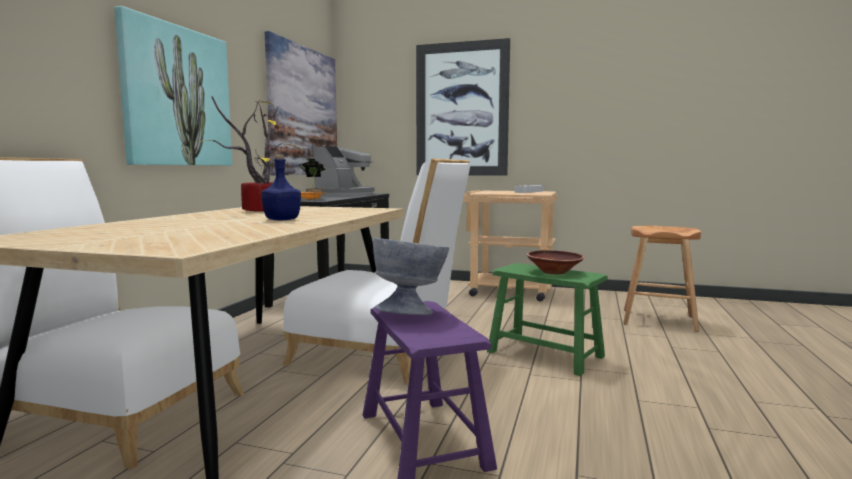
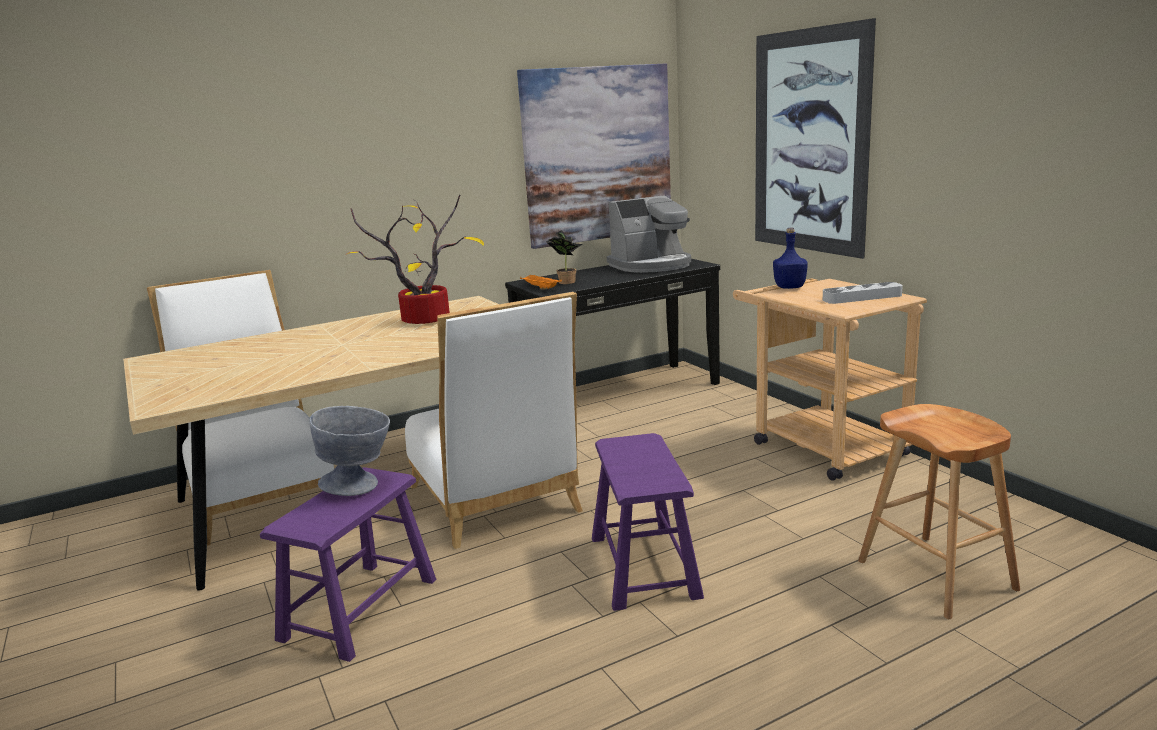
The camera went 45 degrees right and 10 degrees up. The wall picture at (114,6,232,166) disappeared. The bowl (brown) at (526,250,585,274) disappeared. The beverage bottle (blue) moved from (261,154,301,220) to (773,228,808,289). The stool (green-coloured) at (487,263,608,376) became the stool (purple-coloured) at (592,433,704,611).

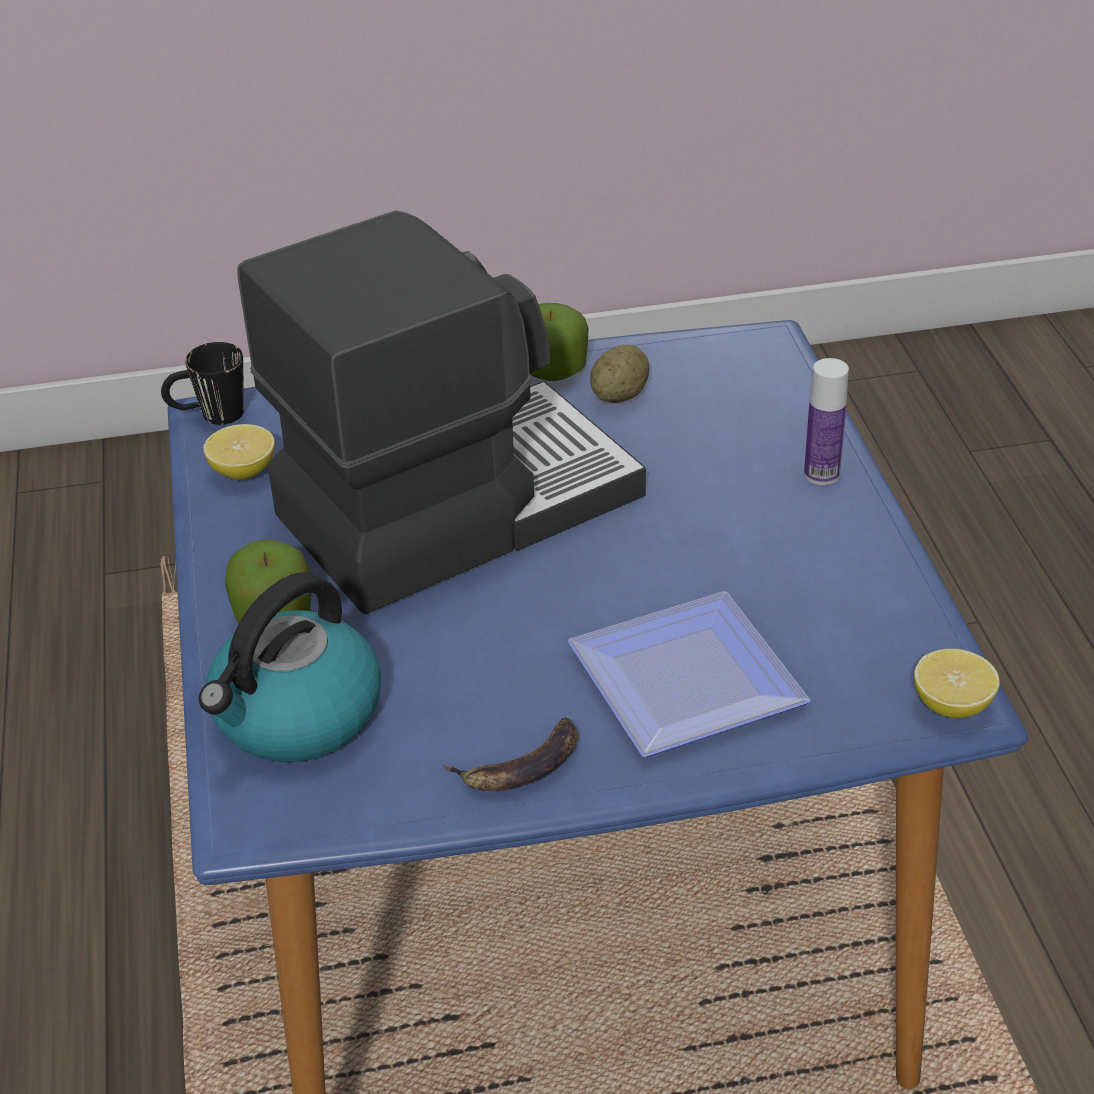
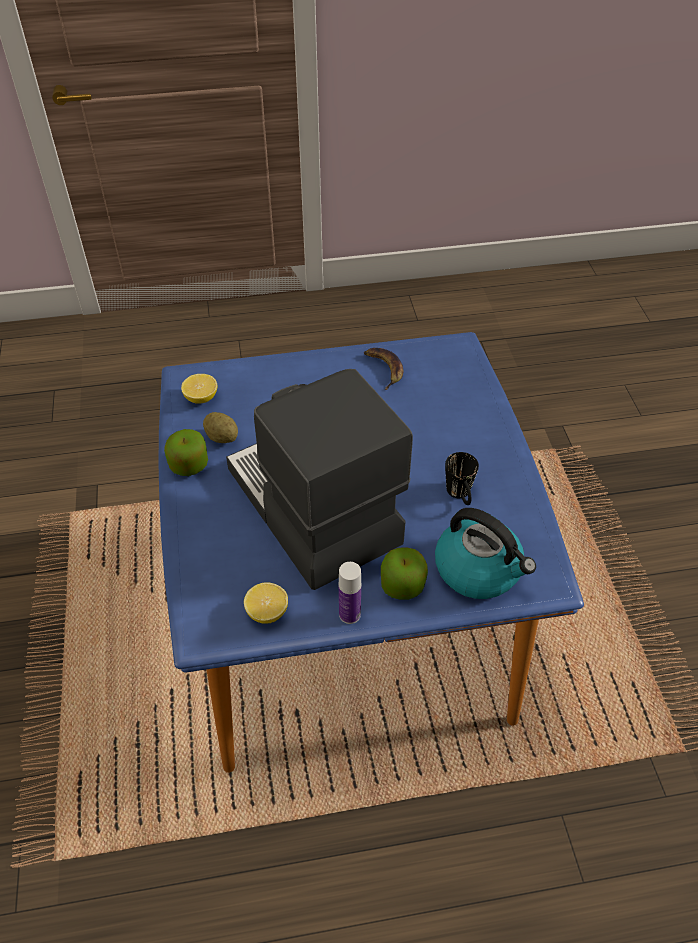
The camera went 90 degrees left and 10 degrees up. The dinner plate at (568,591,811,757) disappeared. The mug (blackish) moved from (161,342,244,425) to (445,452,479,505). The banana moved from (443,717,578,791) to (364,348,403,390). The beverage bottle moved from (804,358,849,485) to (339,562,361,624). The lemon moved from (914,649,1000,718) to (181,374,217,404).

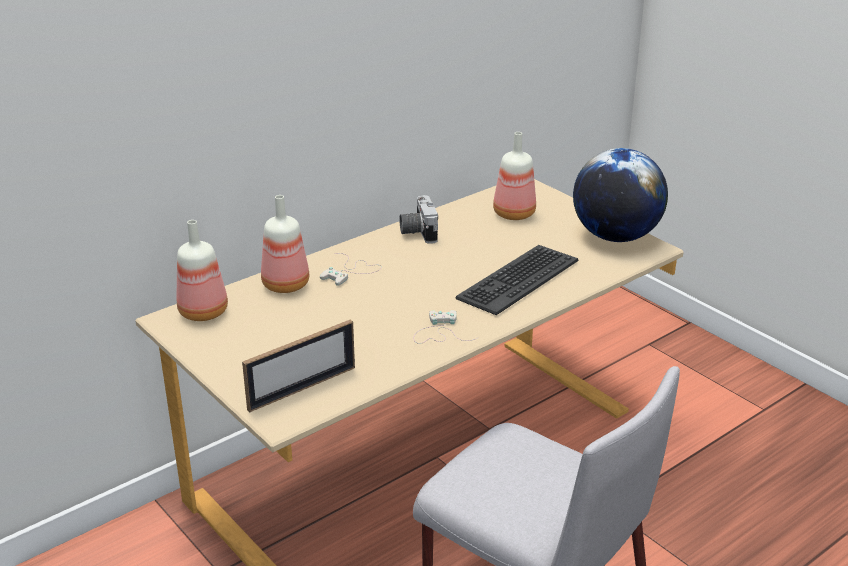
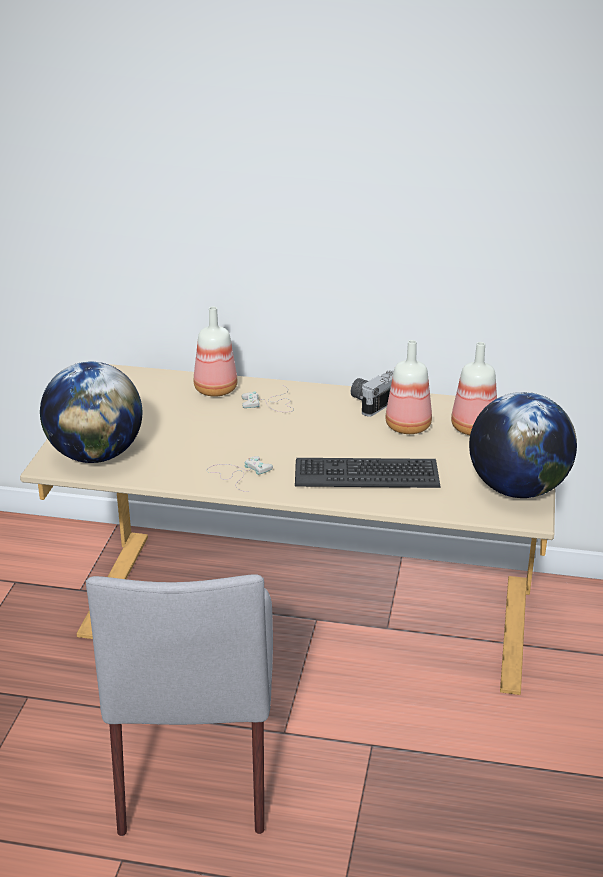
The camera went 50 degrees right and 0 degrees up. The beverage bottle moved from (177,220,228,321) to (385,340,432,434). The photo frame at (242,319,355,412) was replaced by the globe at (40,362,142,463).

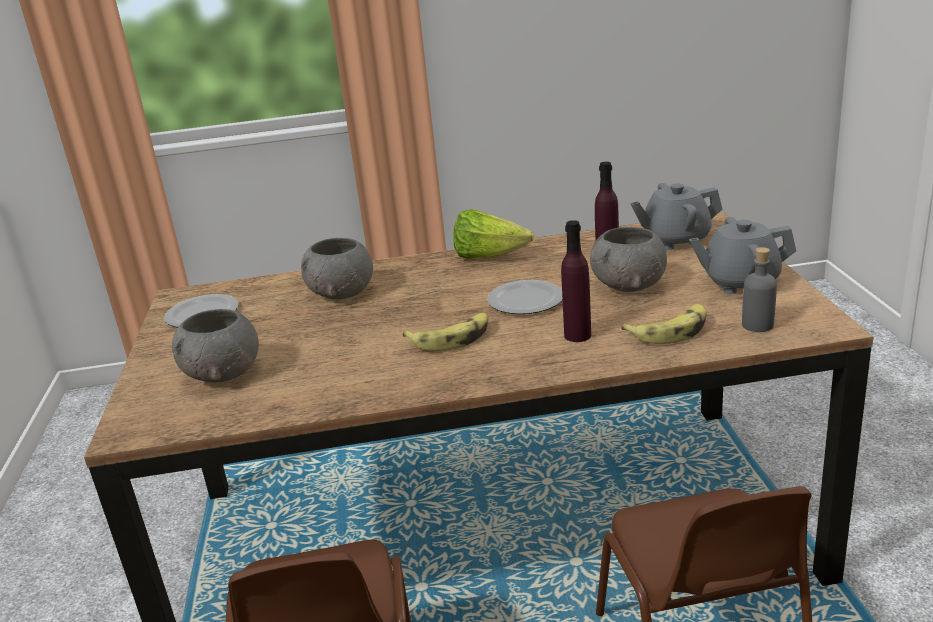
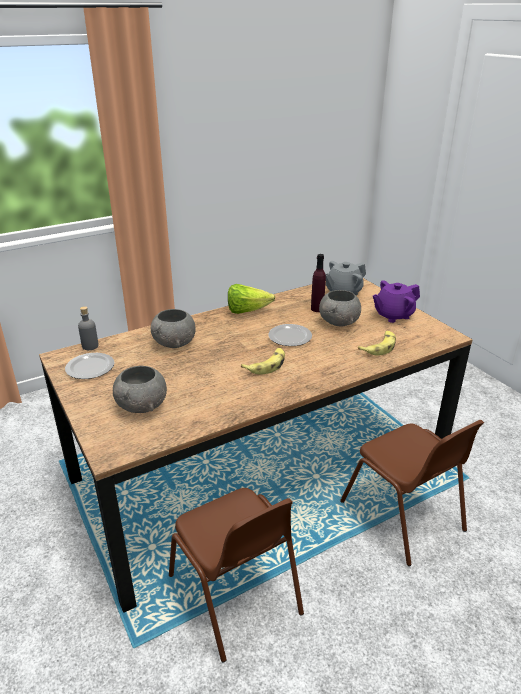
The camera went 25 degrees left and 5 degrees up. The beverage bottle (purple-coloured) at (561,220,591,342) disappeared. The beverage bottle (gray) moved from (742,247,777,332) to (78,306,99,350). The pot for tea (gray) at (689,217,796,294) became the pot for tea (purple-coloured) at (373,280,420,323).

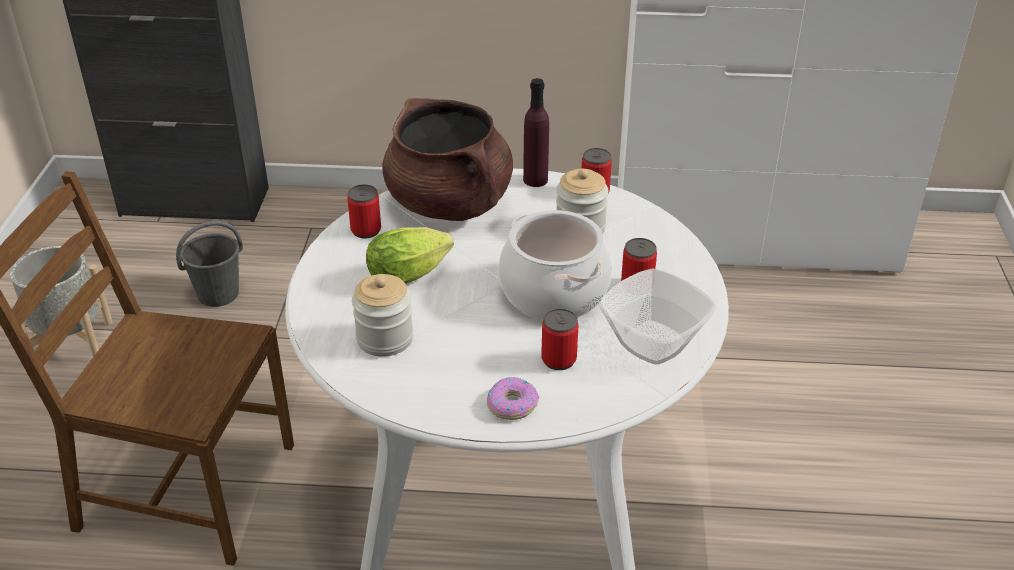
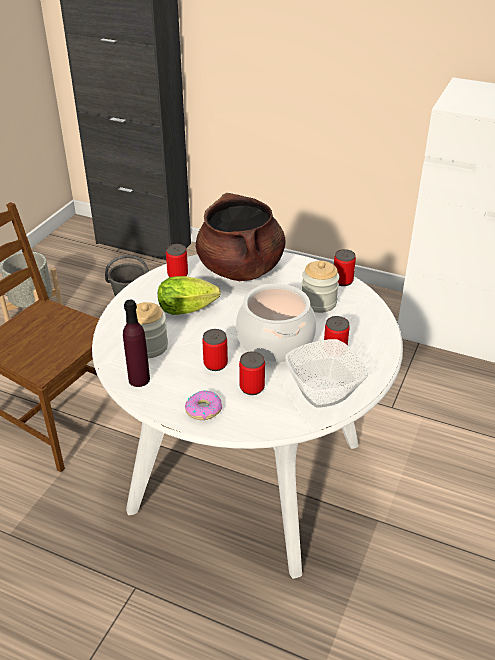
The camera went 20 degrees right and 0 degrees up. The metal can at (202,329,228,371) appeared. The beverage bottle (purple-coloured) moved from (523,78,549,187) to (123,300,150,387).

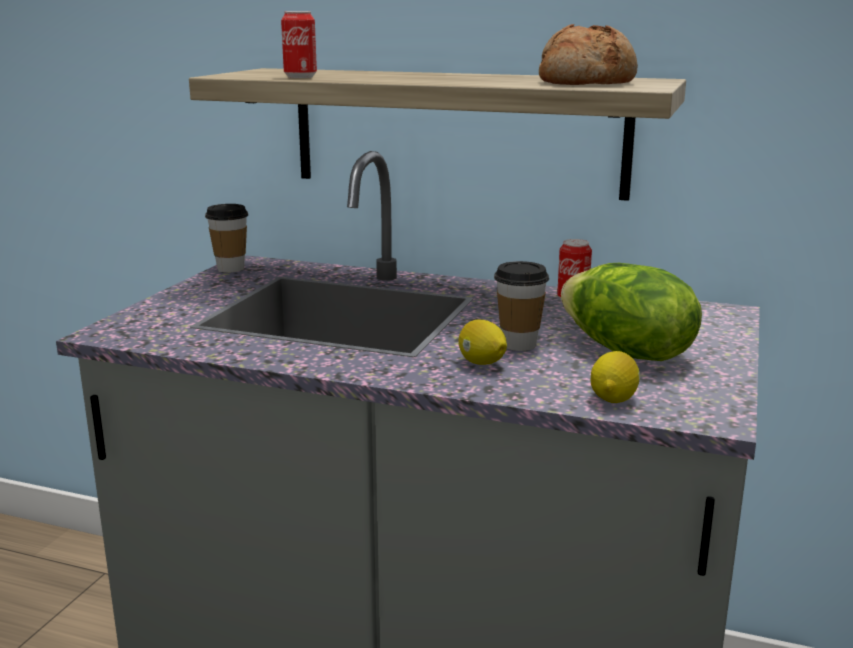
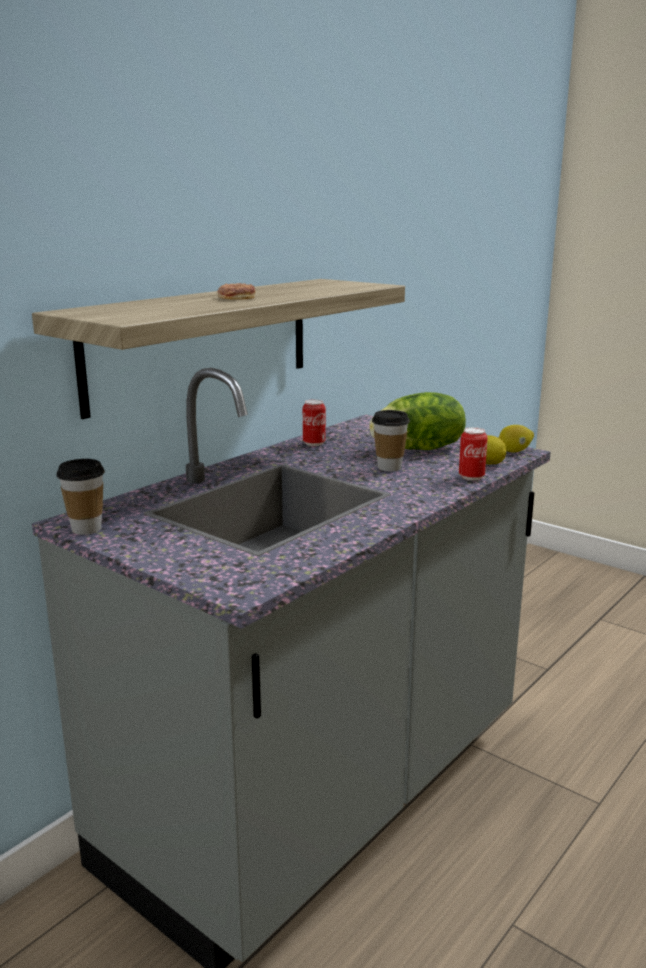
The camera went 70 degrees left and 0 degrees up. The bakery bread at (539,24,638,85) disappeared. The doughnut at (217,283,256,300) appeared. The metal can moved from (281,11,317,78) to (459,427,488,481). The lemon moved from (458,319,507,365) to (498,425,534,452).

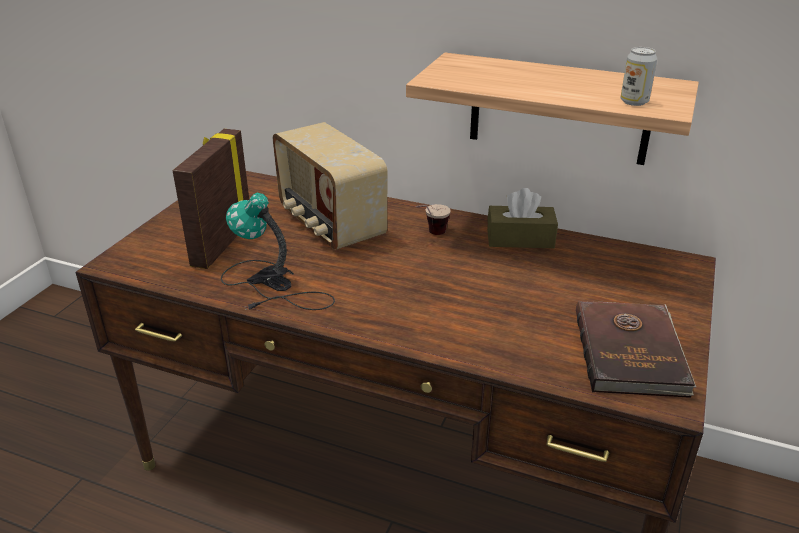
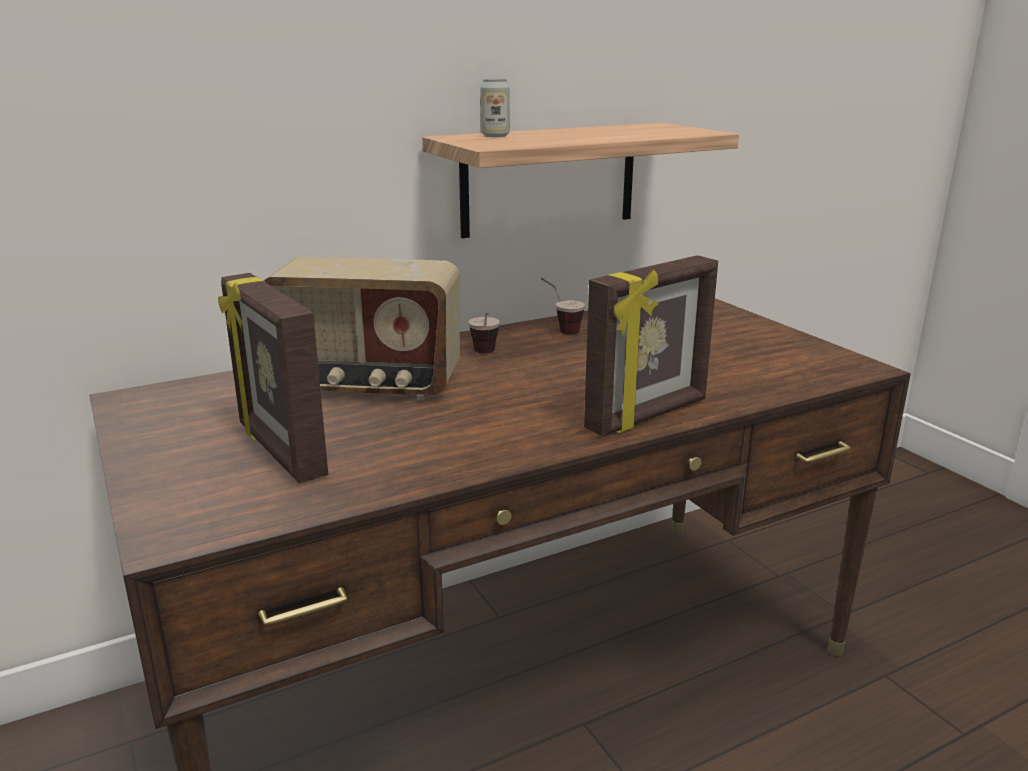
The camera went 50 degrees left and 10 degrees down. The lamp for a table at (221,193,335,310) disappeared. The bound book (brown) at (576,301,696,398) disappeared. The photo frame at (584,255,718,437) appeared. The metal can moved from (621,47,657,106) to (480,78,510,137). The tissue box (brown) at (487,188,558,248) was replaced by the small cup at (541,278,585,334).

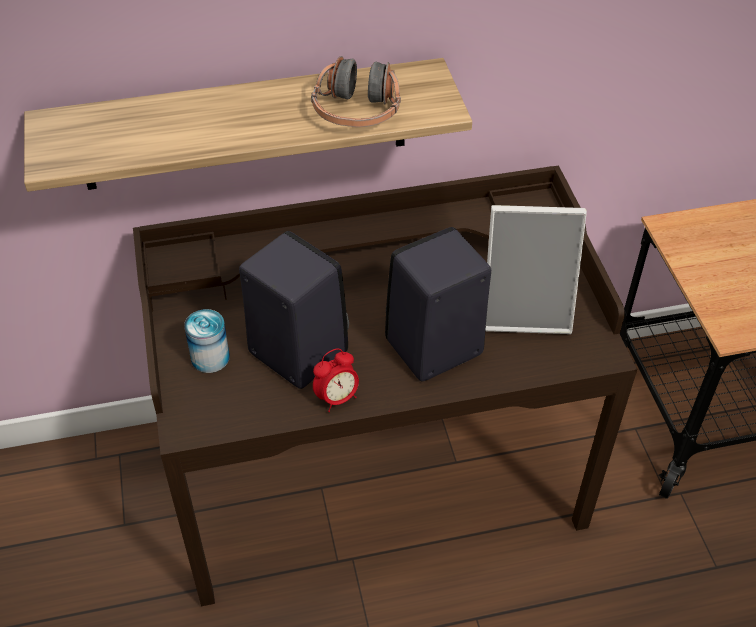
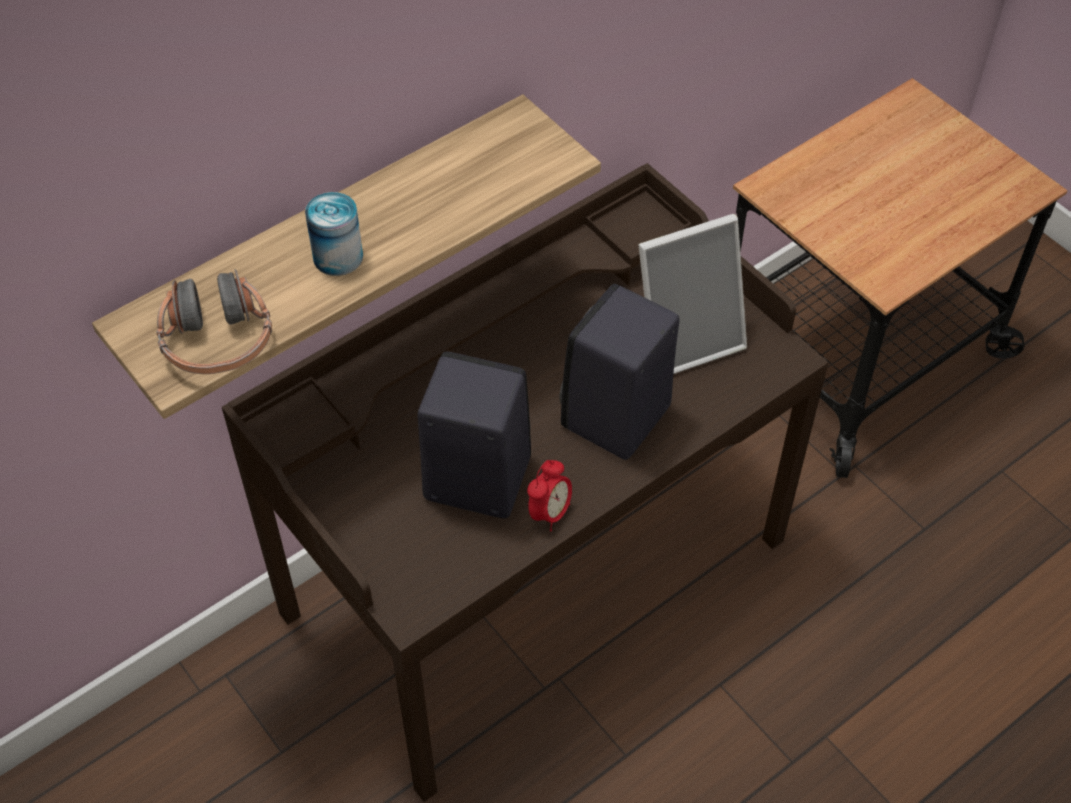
The camera went 25 degrees left and 5 degrees up. The metal can moved from (184,309,230,373) to (305,192,363,276). The headphones moved from (311,56,401,127) to (156,269,272,374).

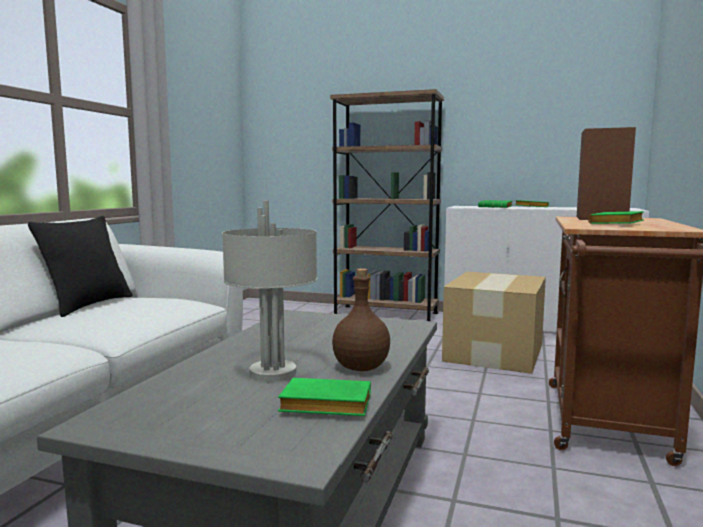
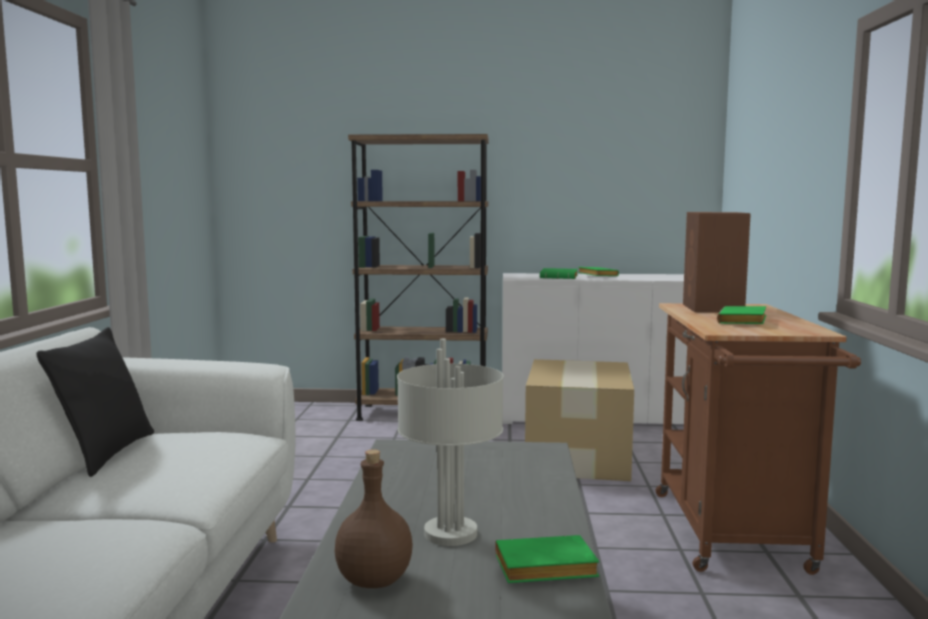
The camera went 15 degrees left and 0 degrees up. The beverage bottle (brown) moved from (332,268,390,371) to (335,449,413,588).

